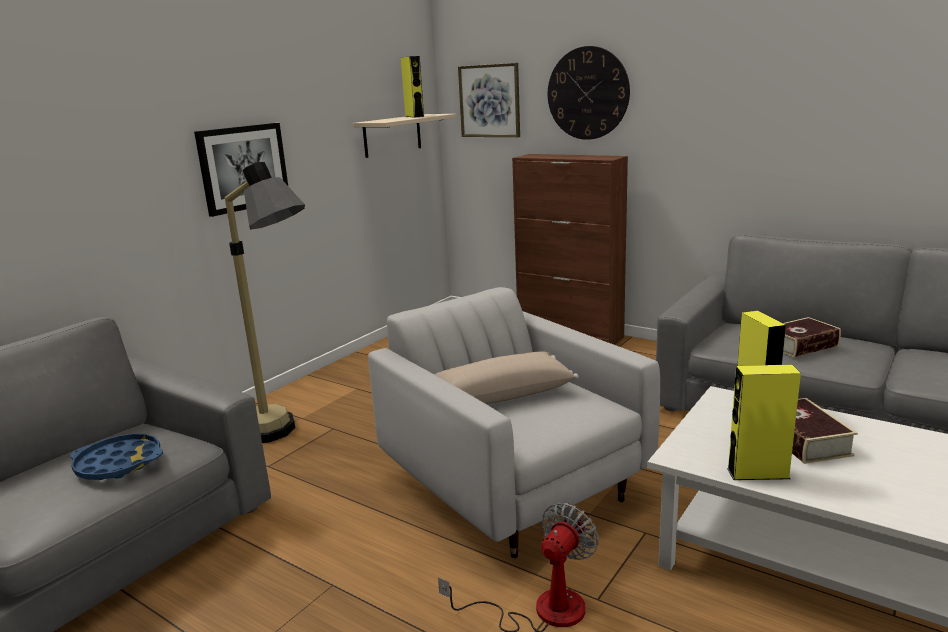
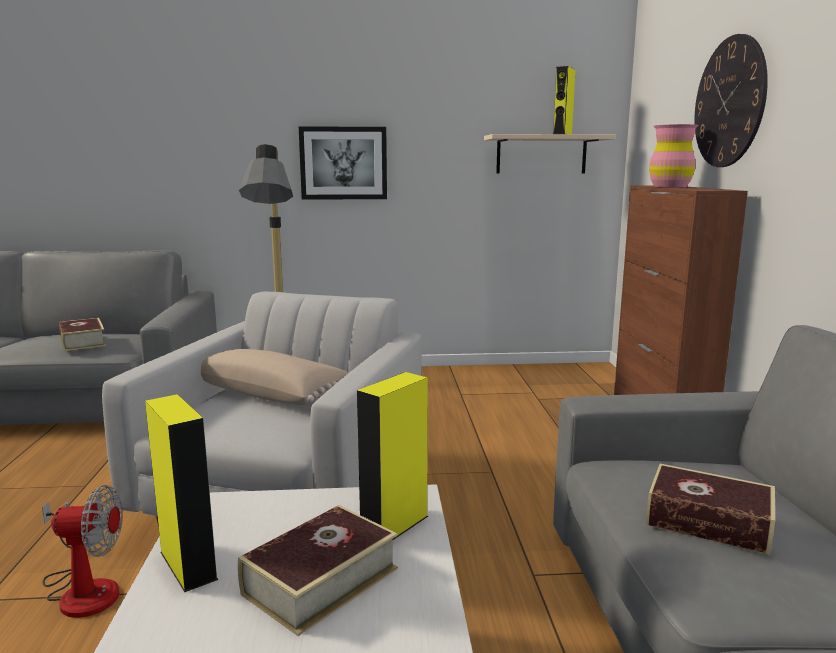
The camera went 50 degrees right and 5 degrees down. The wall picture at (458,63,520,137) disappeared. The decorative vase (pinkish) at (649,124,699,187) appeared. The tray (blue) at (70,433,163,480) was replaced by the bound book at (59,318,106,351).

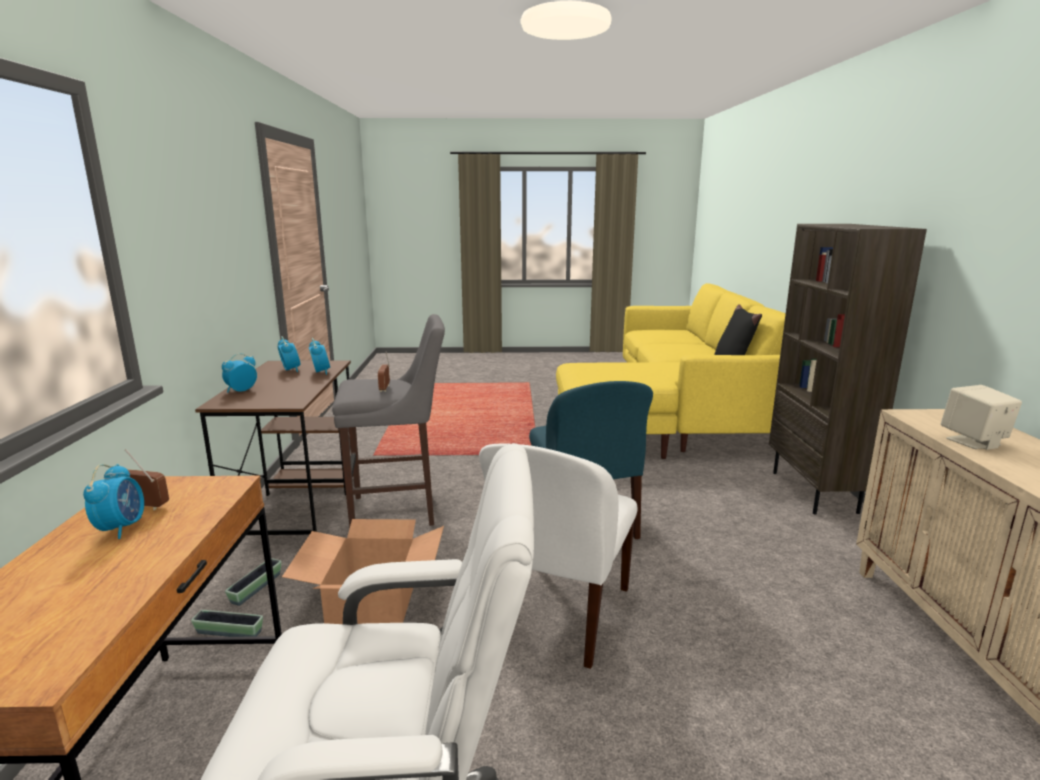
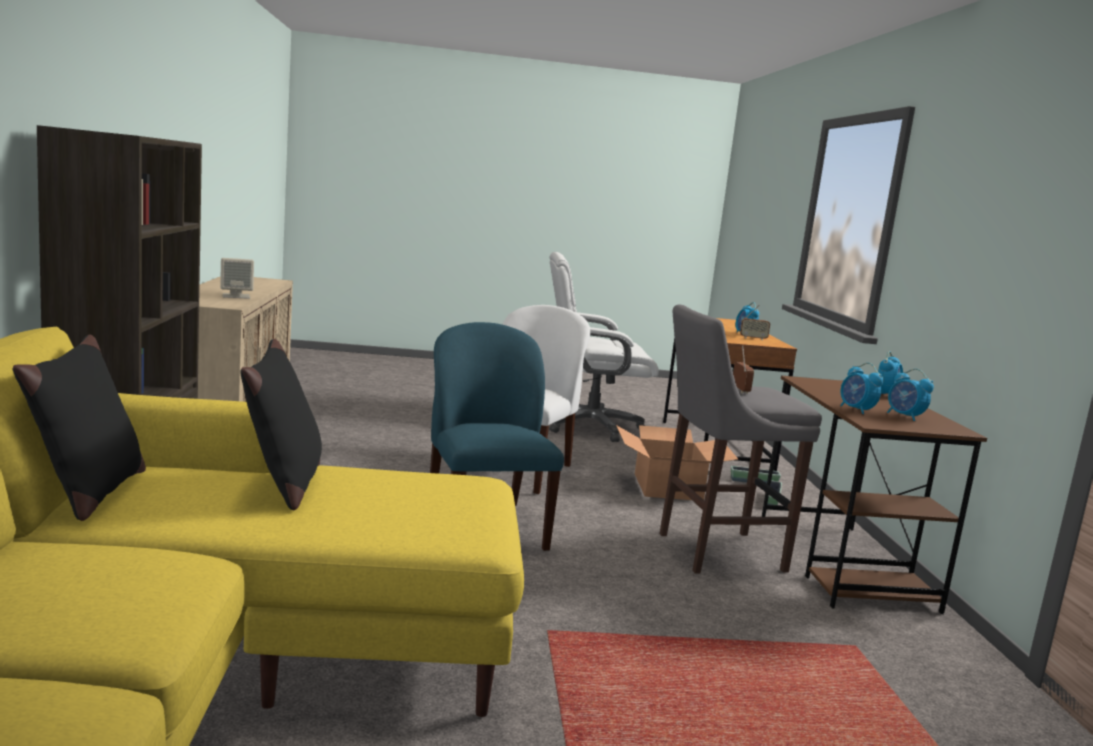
The camera went 175 degrees right and 5 degrees down. The pillow (blackish) at (240,339,322,510) appeared.

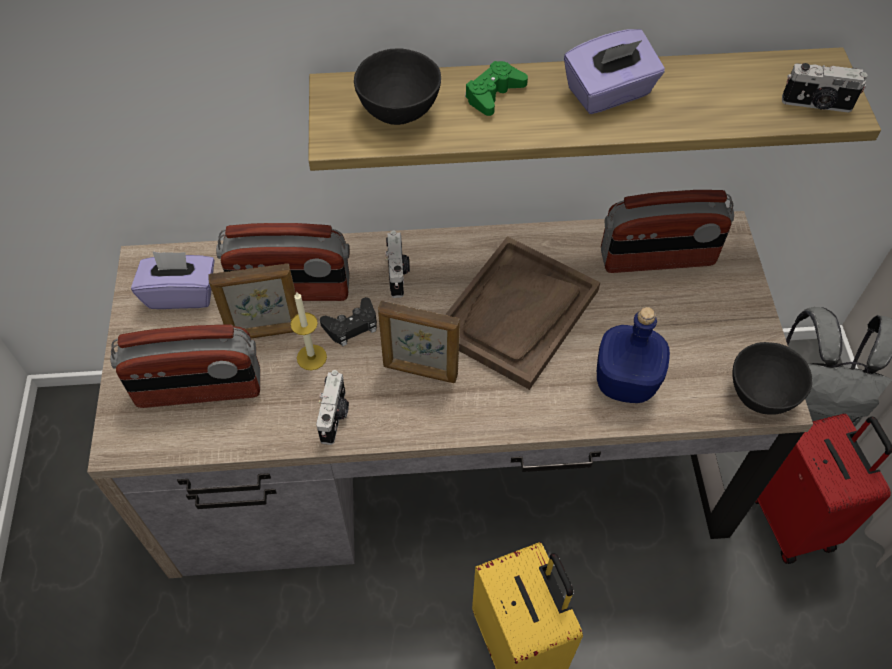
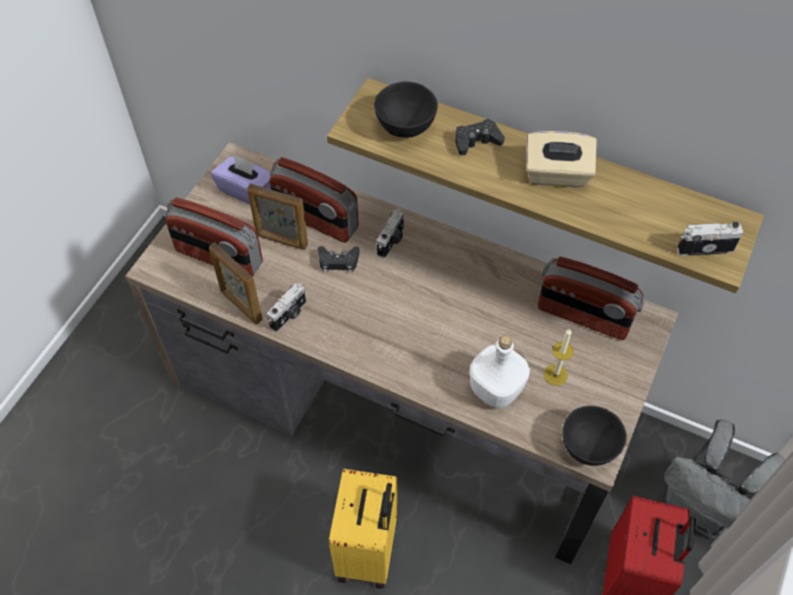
The camera went 30 degrees right and 0 degrees up. The tray (brown) at (445,236,600,390) disappeared. The candle moved from (290,291,327,371) to (544,329,574,386). The photo frame moved from (378,301,460,383) to (209,242,263,324). The joypad (green-coloured) at (465,61,528,116) became the joypad (blackish) at (455,119,505,155). The tissue box (purple-coloured) at (564,29,665,114) became the tissue box (beige) at (527,131,597,187). The beverage bottle (blue) at (597,307,670,403) became the beverage bottle (white-coloured) at (469,336,530,408). The photo camera at (782,63,868,113) turned 135 degrees clockwise.

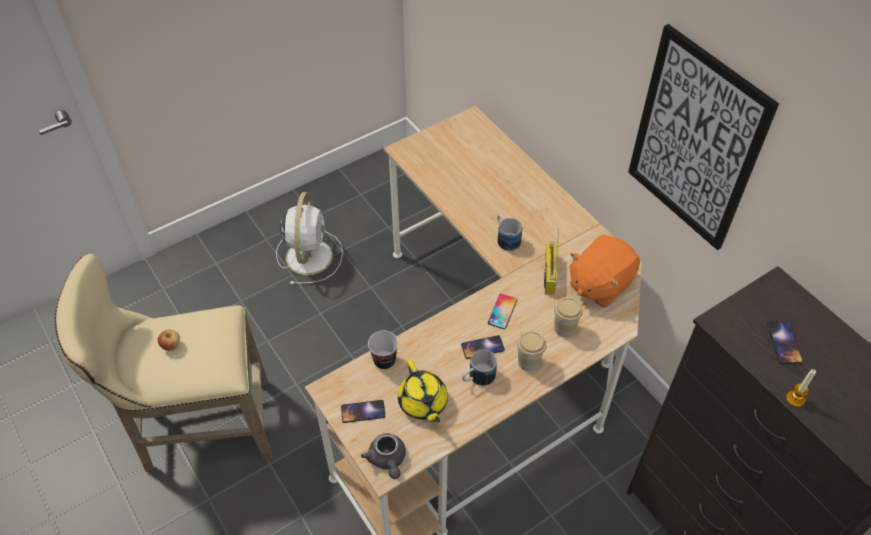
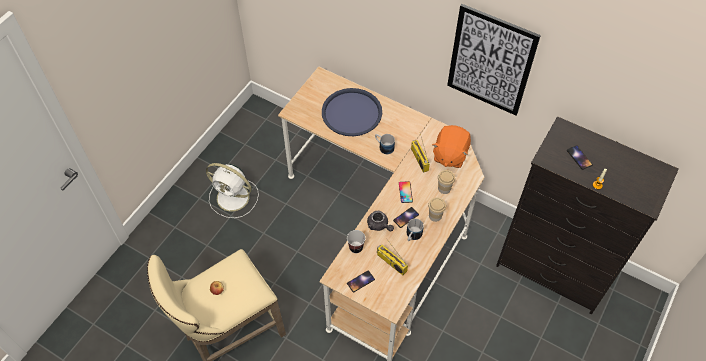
The camera went 25 degrees left and 5 degrees up. The tray (blue) at (322,88,382,136) appeared. The pot for tea (gray) moved from (361,433,406,479) to (367,211,394,231). The pot for tea (yellowish) at (398,360,448,423) was replaced by the radio set at (377,238,408,275). The electric fan (white-coloured) at (276,192,343,285) turned 135 degrees clockwise.

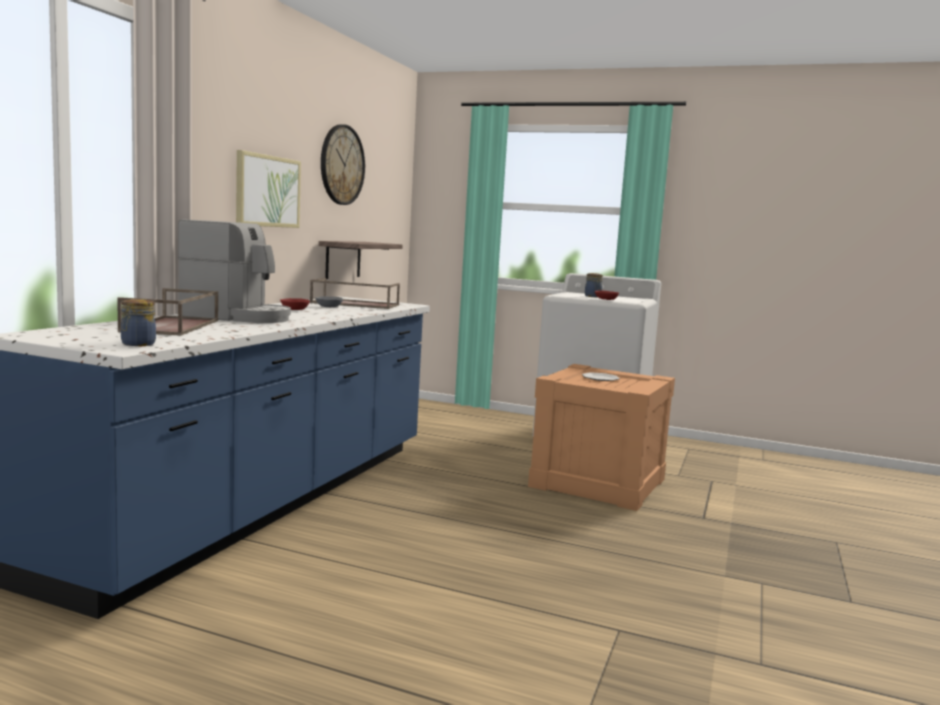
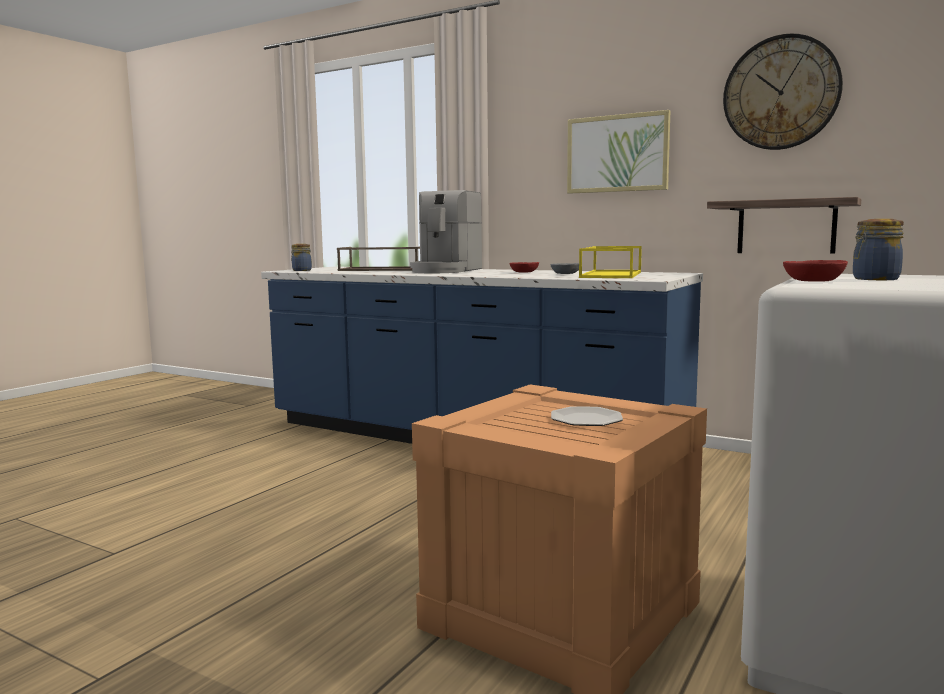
The camera went 100 degrees right and 0 degrees up. The tray (brown) at (309,278,400,309) became the tray (yellowish) at (579,246,642,278).

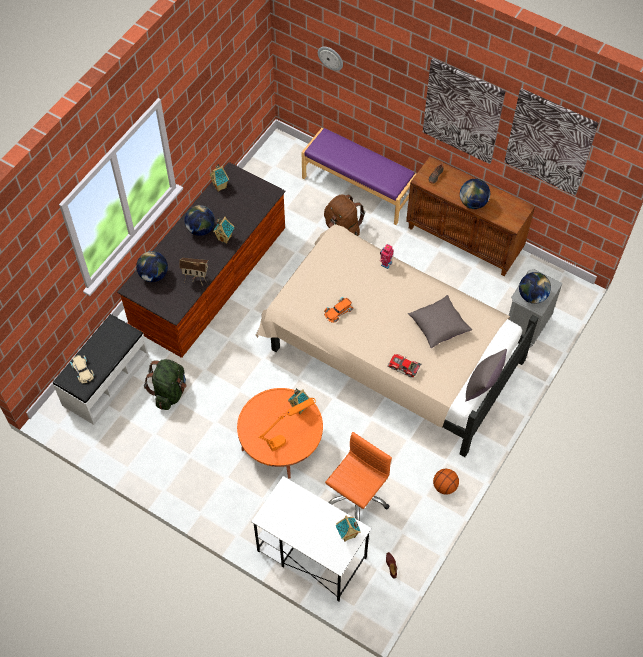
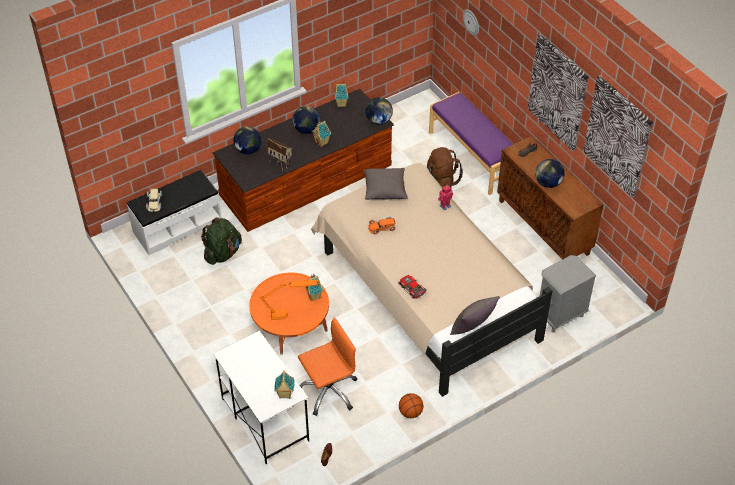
The camera went 25 degrees right and 10 degrees down. The pillow (gray) moved from (408,295,472,348) to (363,168,408,200). The globe moved from (519,272,551,304) to (366,97,393,125).

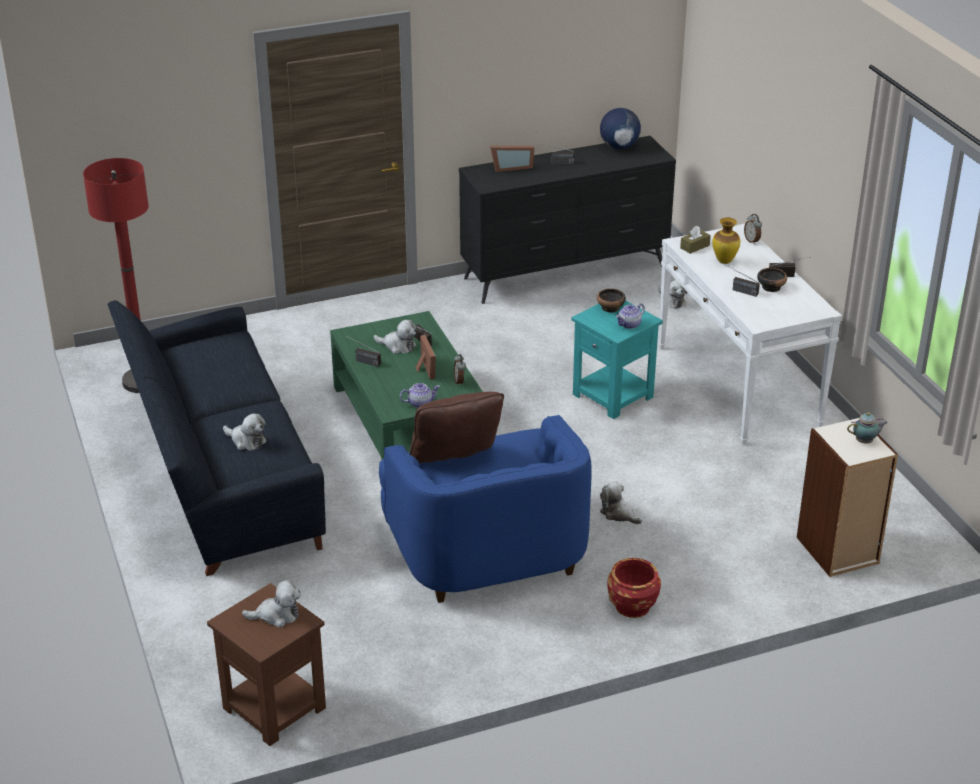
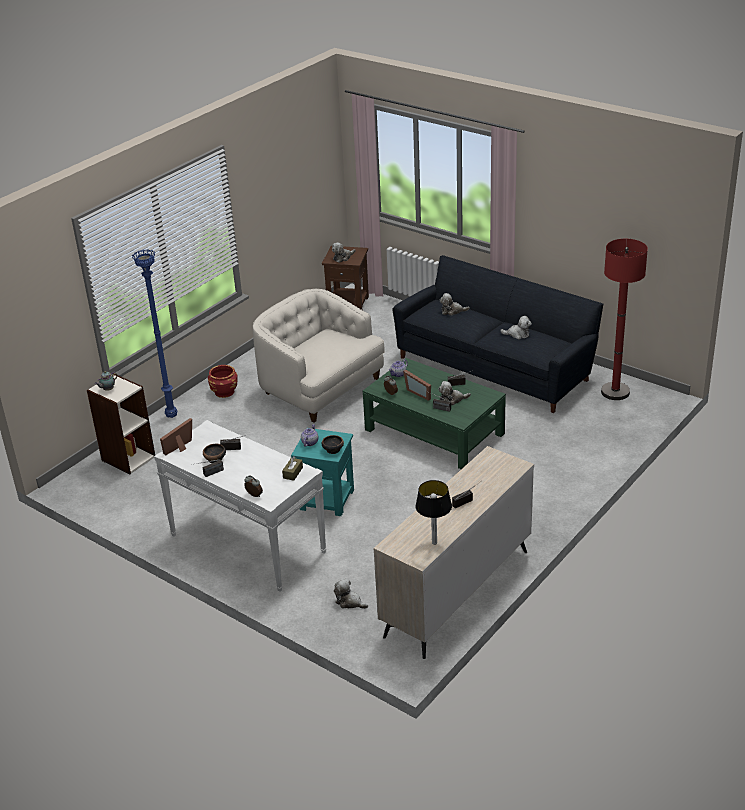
The camera went 150 degrees right and 0 degrees up. The pillow (brown) at (410,392,504,463) disappeared. The decorative vase at (712,217,740,264) disappeared. The standard lamp (blue) at (132,250,177,418) appeared. The photo frame moved from (490,146,534,172) to (160,418,192,455). The cuddly toy moved from (600,481,642,524) to (500,316,532,340). The globe at (600,108,641,149) was replaced by the lamp for a table at (415,480,452,545). The armchair (blue) at (379,415,592,603) became the armchair (white-coloured) at (253,289,385,423). The drawer chest (blackish) at (459,136,676,304) became the drawer chest (beige) at (374,446,534,659).

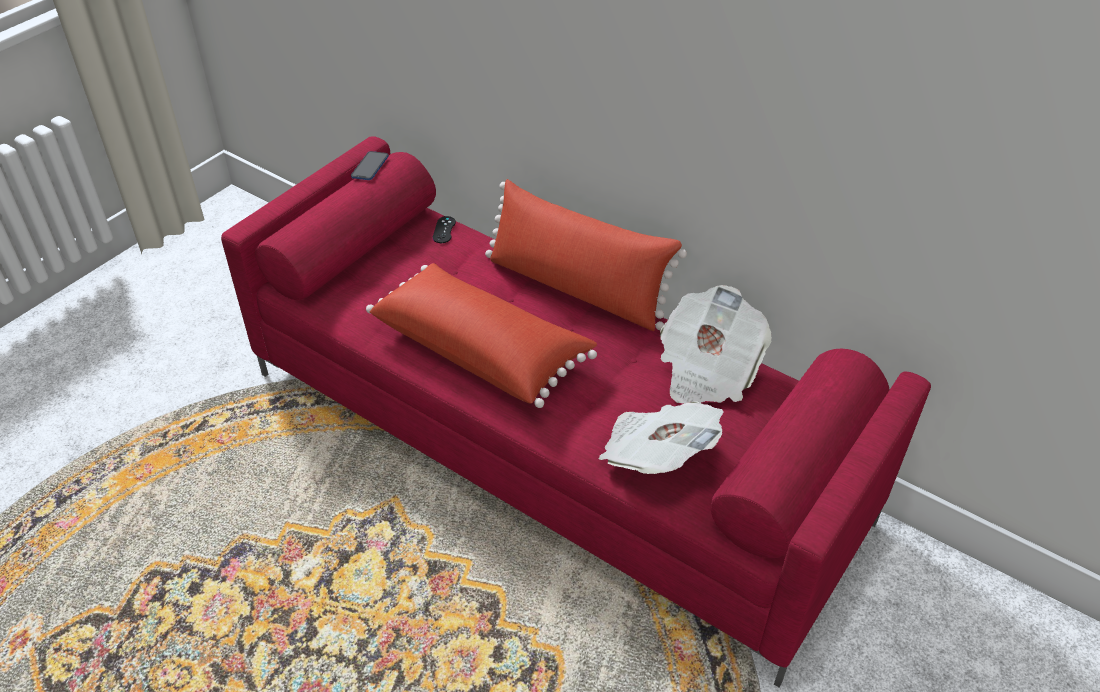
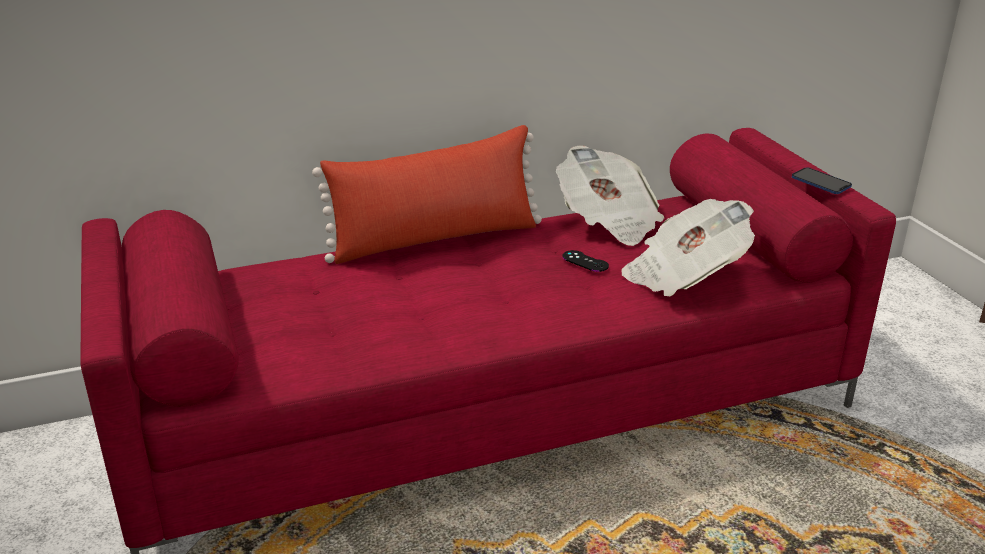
The camera went 55 degrees left and 15 degrees down. The pillow (red-coloured) at (366,263,597,408) disappeared. The handset moved from (351,151,389,180) to (792,168,852,194). The joypad (blackish) moved from (433,216,456,243) to (562,250,609,272).

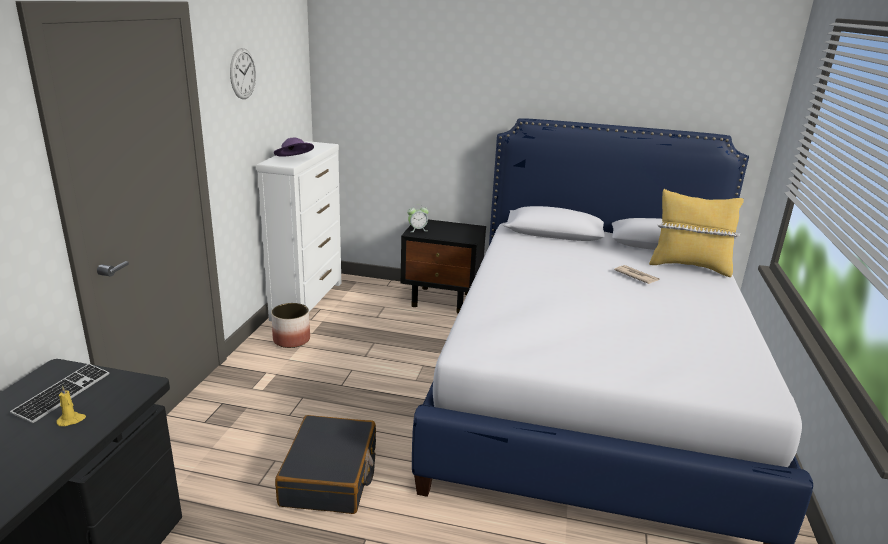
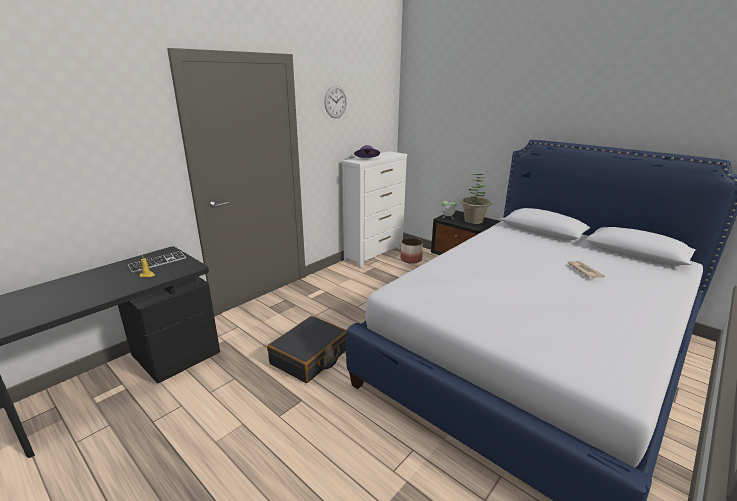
The camera went 30 degrees right and 0 degrees up. The pillow (yellowish) at (649,189,744,277) disappeared. The potted plant at (460,174,492,224) appeared. The planter moved from (271,303,310,348) to (401,238,423,264).

